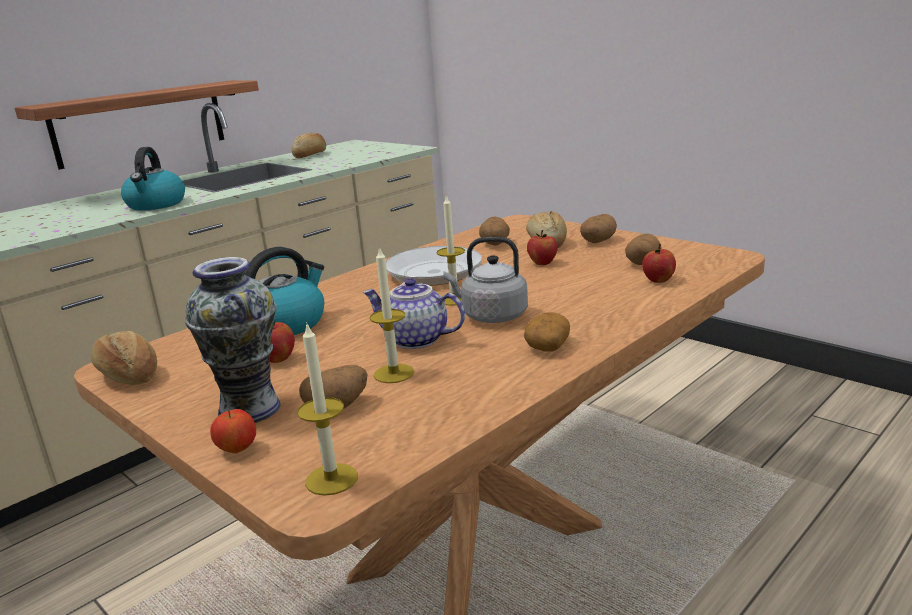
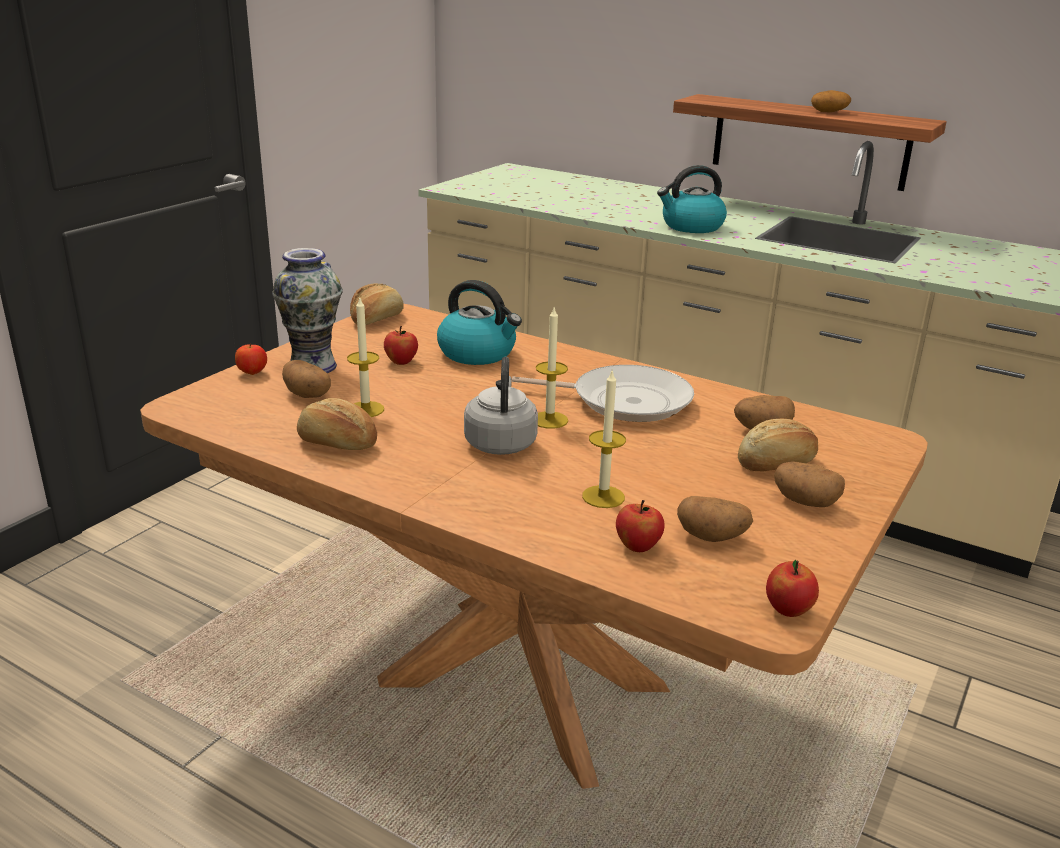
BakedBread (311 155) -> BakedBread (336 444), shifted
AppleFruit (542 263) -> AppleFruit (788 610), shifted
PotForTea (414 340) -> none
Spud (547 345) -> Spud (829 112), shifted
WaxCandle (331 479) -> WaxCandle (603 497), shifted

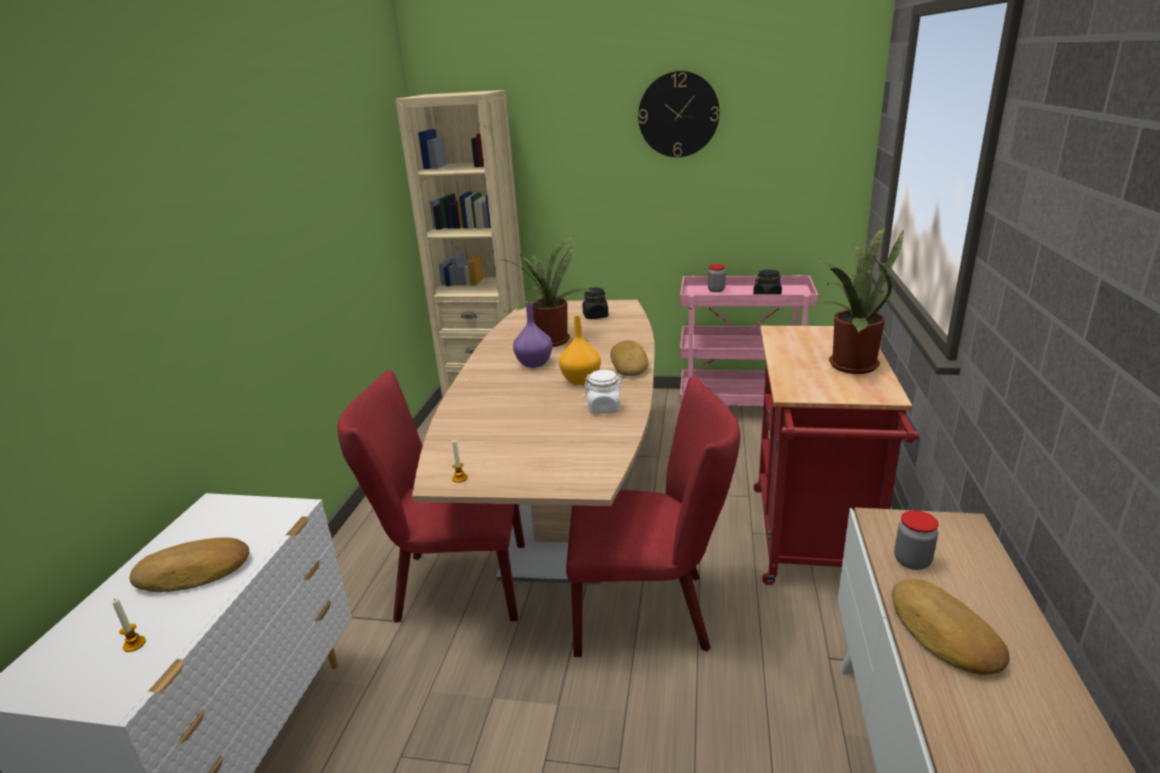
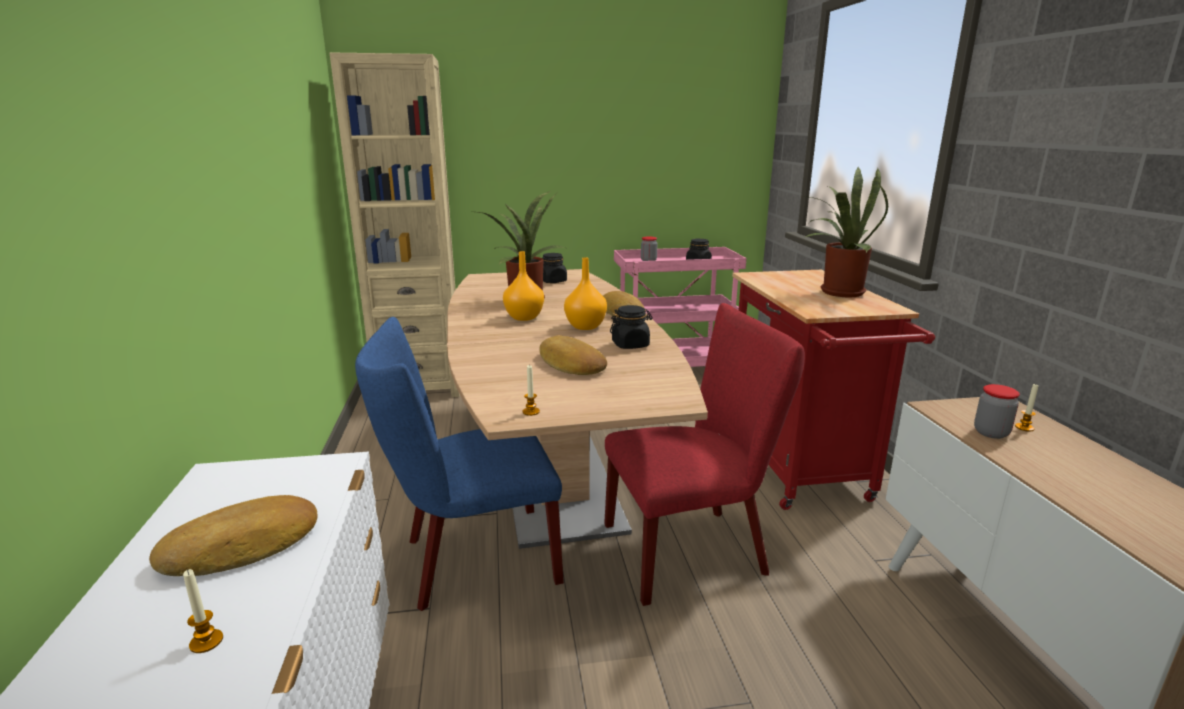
WallClock (678 114) -> none
PurpleFlowerVase (534 364) -> OrangeColouredFlowerVase (524 318)
RedColouredPlainChair (452 585) -> BluePlainChair (471 561)
WhiteColouredStorageJar (604 408) -> BlackishStorageJar (630 345)
BakedBread (942 634) -> BakedBread (570 364), shifted
none -> WaxCandle (1024 427)

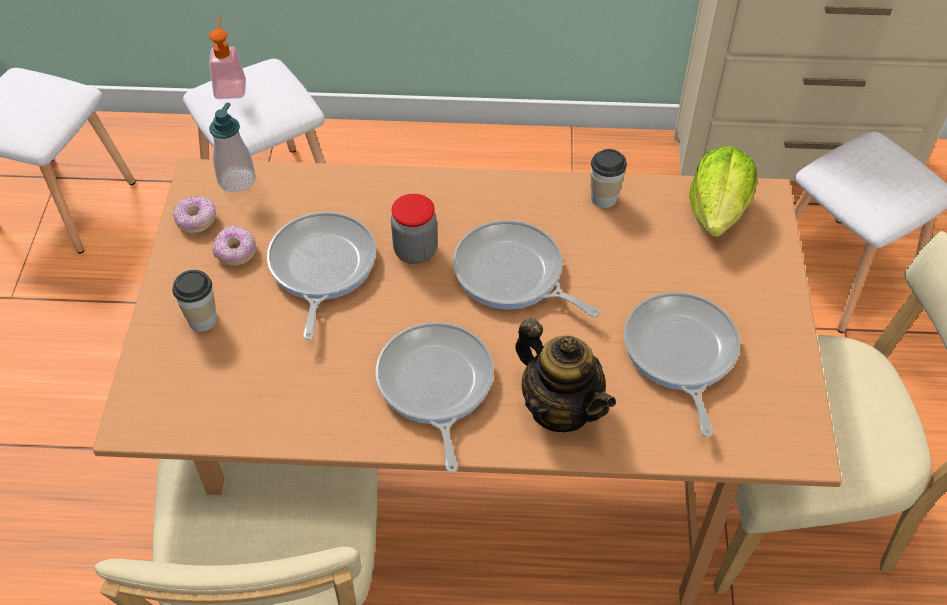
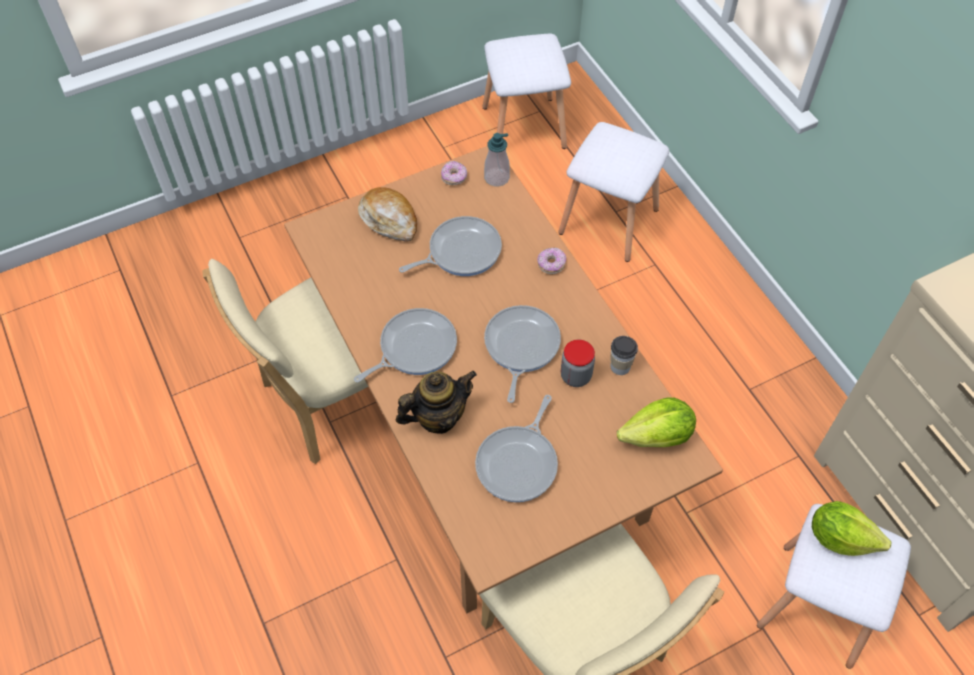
SoapDispenser (230 85) -> none
StorageJar (415 251) -> StorageJar (575 376), shifted
Doughnut (235 252) -> Doughnut (551 264), shifted
SmallCup (202 319) -> BakedBread (389 220)
FryingPan (680 353) -> FryingPan (519 463), 150 degrees clockwise
PotForTea (560 408) -> PotForTea (437 416), 135 degrees counterclockwise
none -> LettuceHead (840 537)

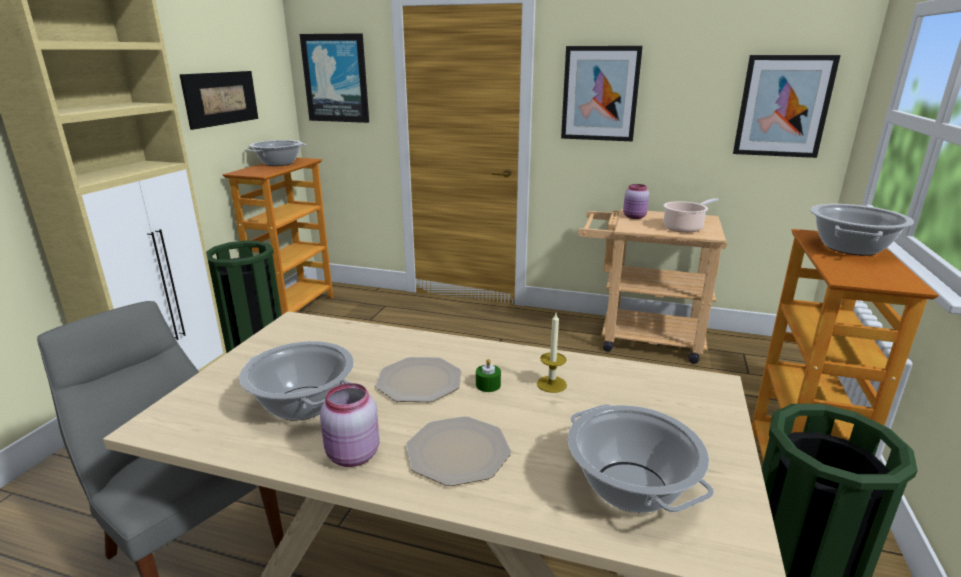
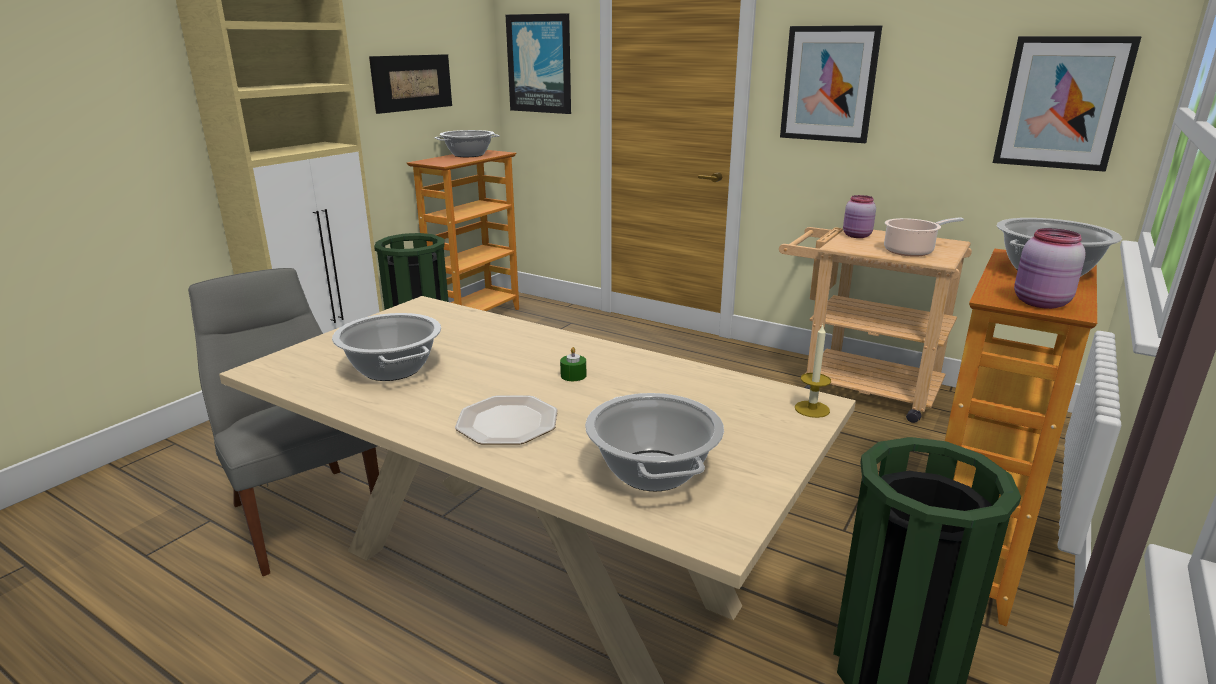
WaxCandle (551 384) -> WaxCandle (812 409), shifted
DinnerPlate (419 381) -> none
PinkStorageJar (352 456) -> PinkStorageJar (1040 303), shifted

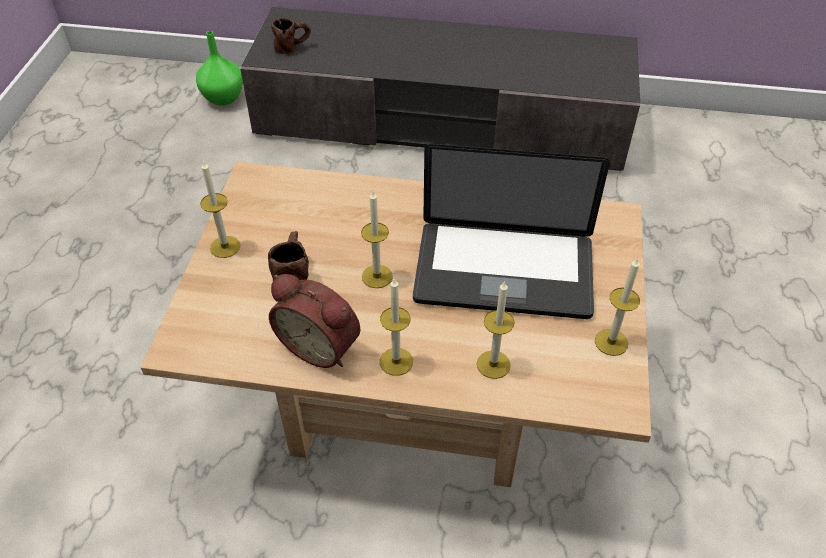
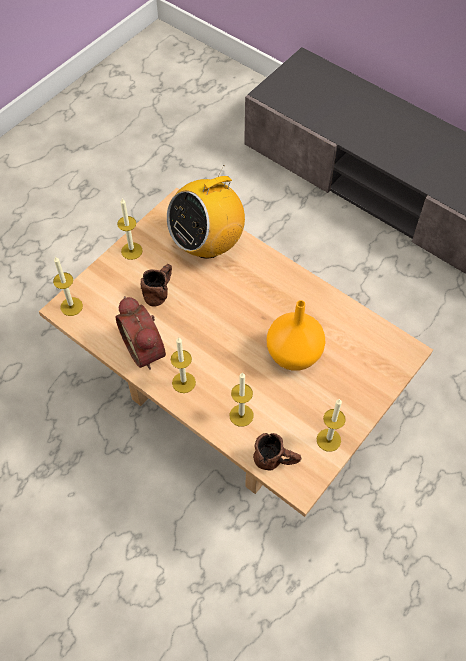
BrownCoffeeMug (293 47) -> BrownCoffeeMug (276 460), shifted
GreenColouredFlowerVase (224 97) -> none
PortableComputer (504 272) -> OrangeColouredFlowerVase (295 354)
WaxCandle (377 276) -> WaxCandle (71 306), shifted
none -> RadioReceiver (207 243)

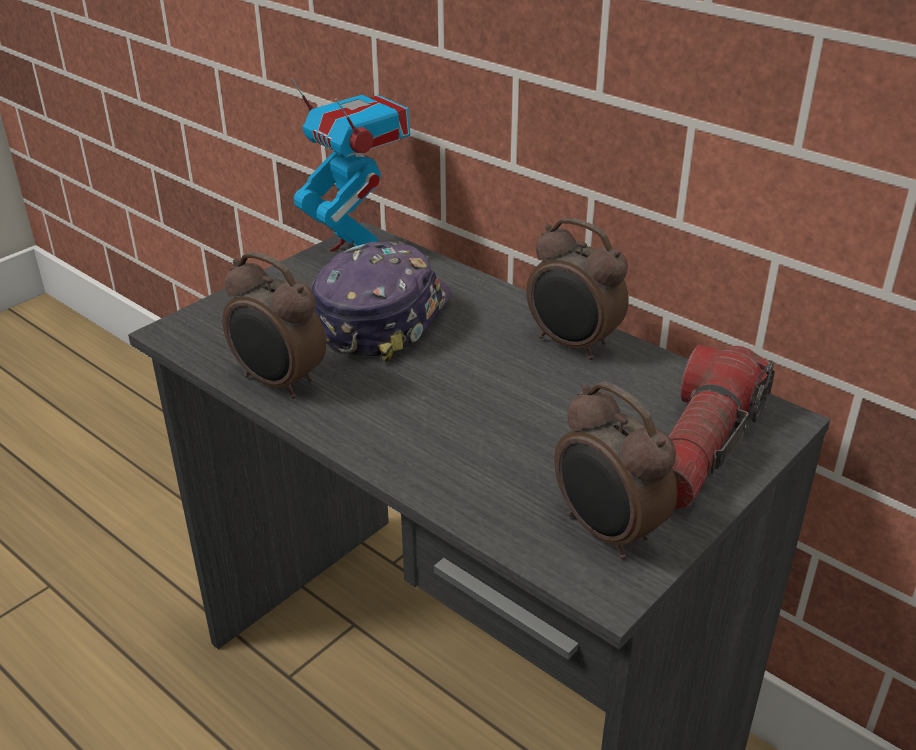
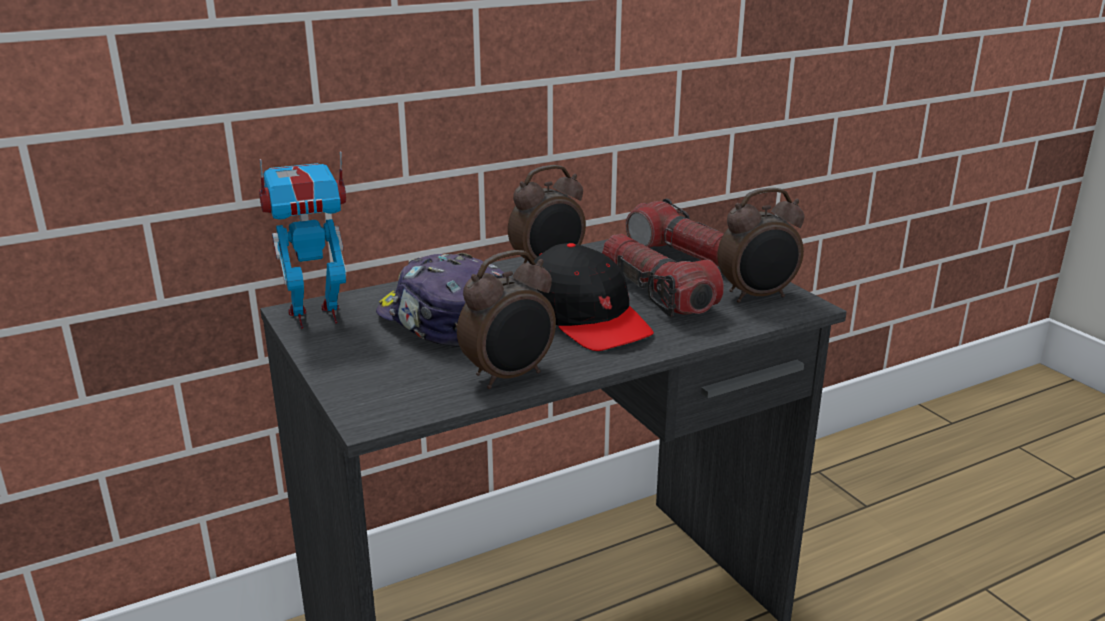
none -> Torch (655 293)
none -> BlackishPeakedCap (587 318)

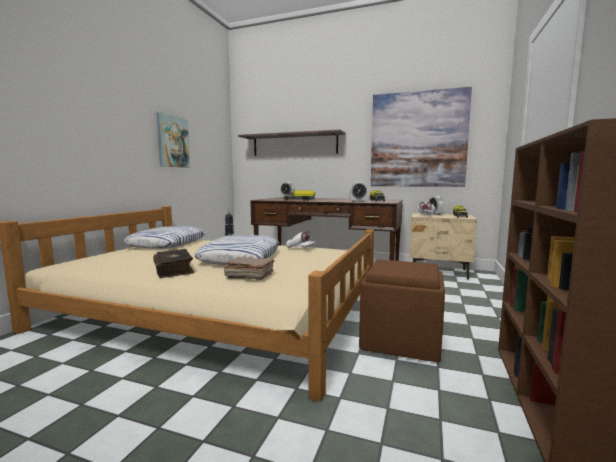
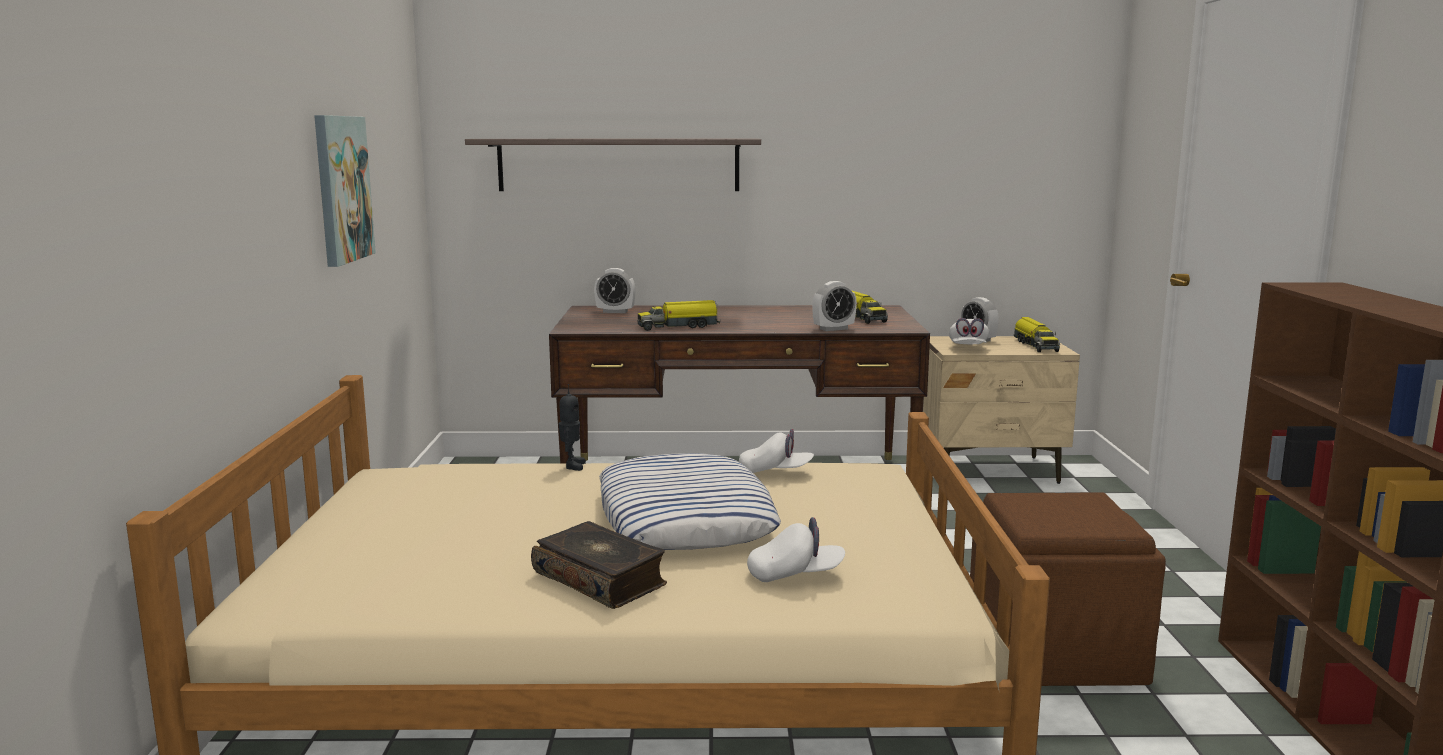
WallPicture (418 140) -> none
Cushion (168 243) -> none
BrownBook (249 276) -> WhiteColouredPeakedCap (795 575)

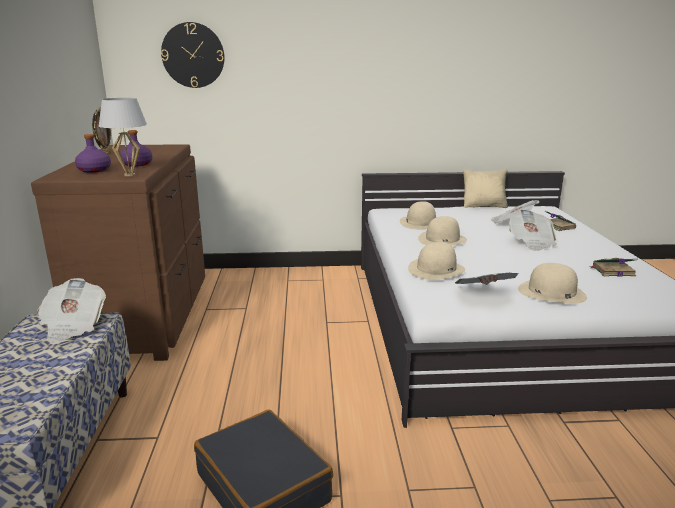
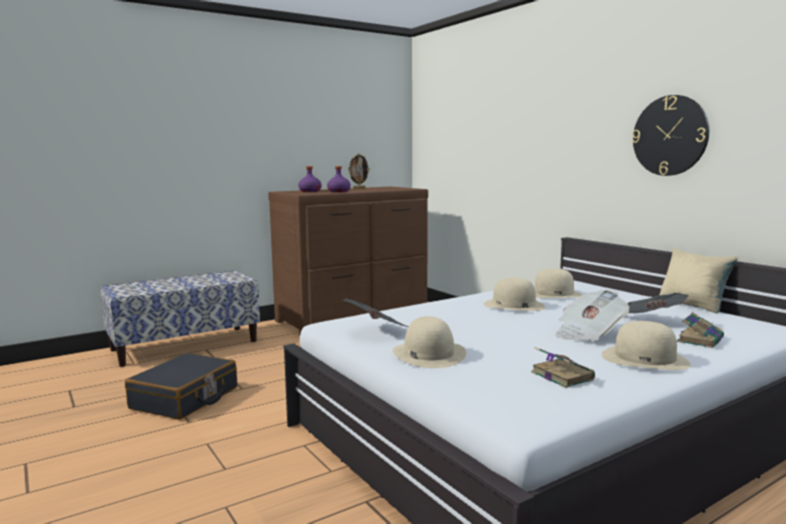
WallClock (193 55) -> WallClock (670 135), shifted
WhiteColouredLampForATable (129 175) -> none
BeigeColouredWearableHat (436 269) -> BeigeColouredWearableHat (645 359), shifted
PrintedPaper (73 325) -> none

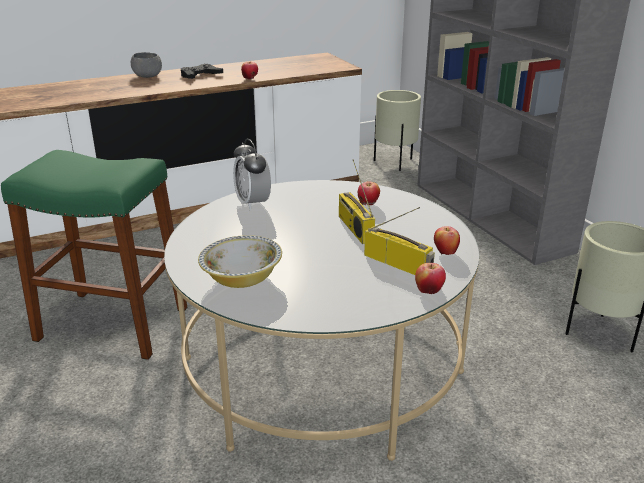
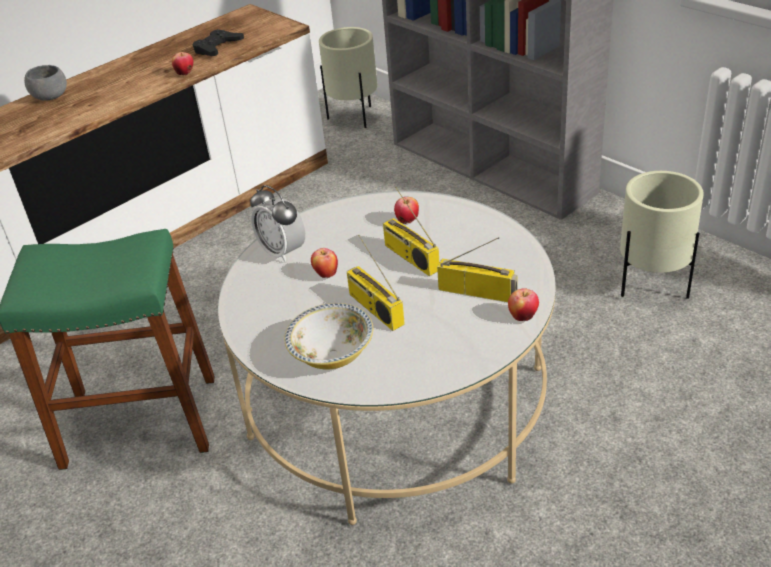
BlackishGameController (200 76) -> BlackishGameController (217 47), shifted
AppleFruit (445 252) -> AppleFruit (326 274), shifted
none -> RadioReceiver (374 308)

